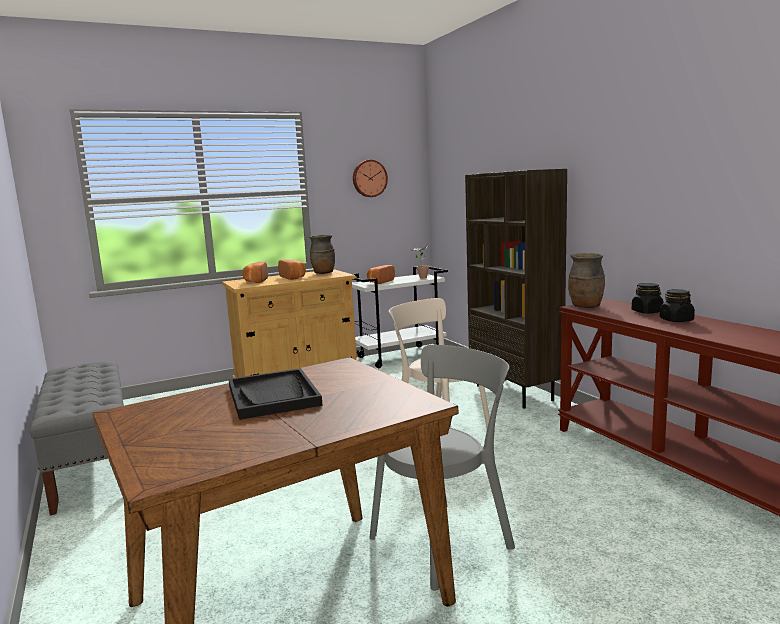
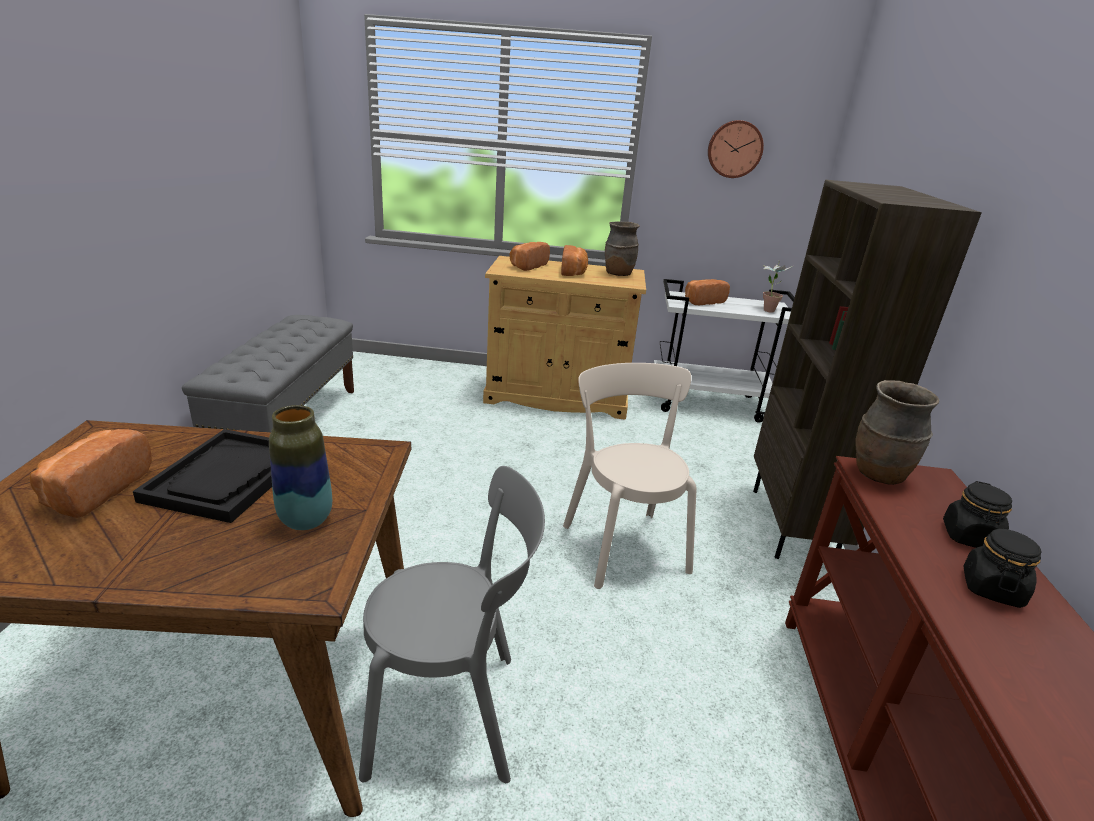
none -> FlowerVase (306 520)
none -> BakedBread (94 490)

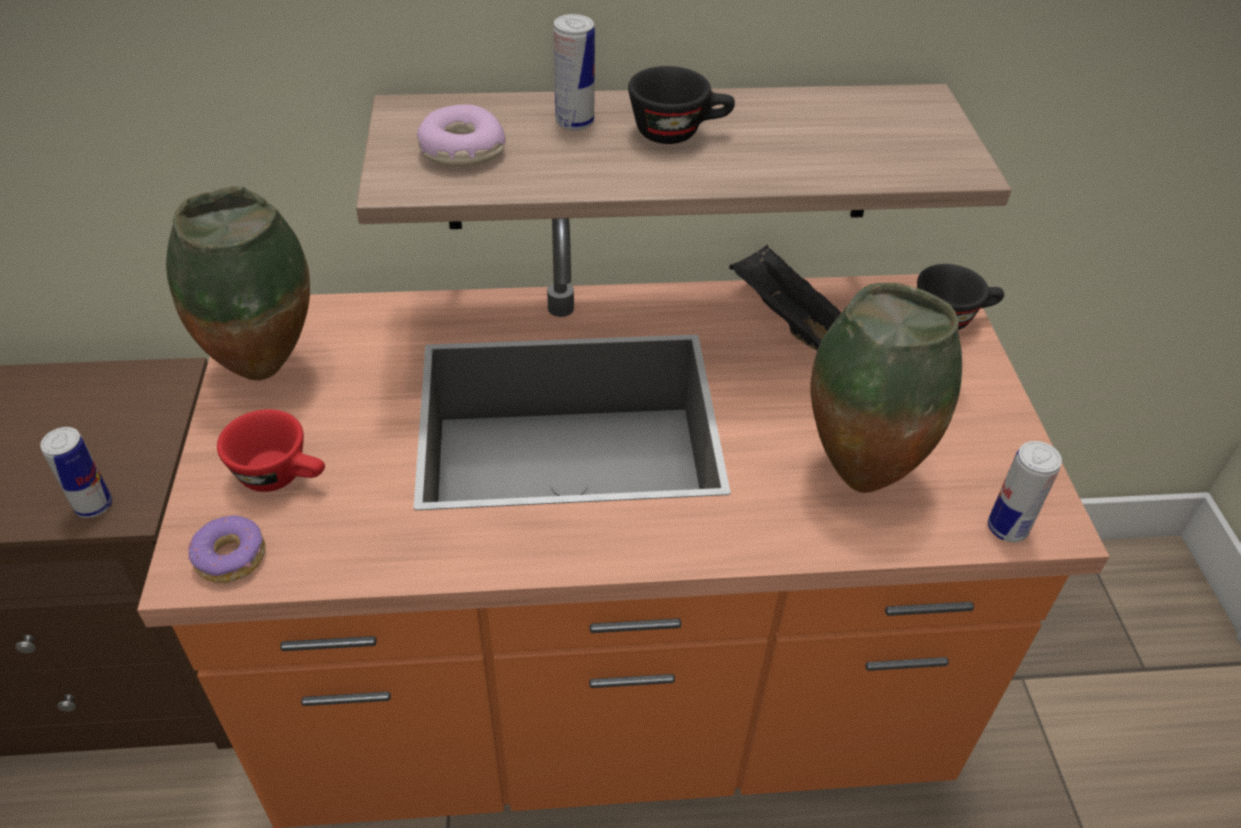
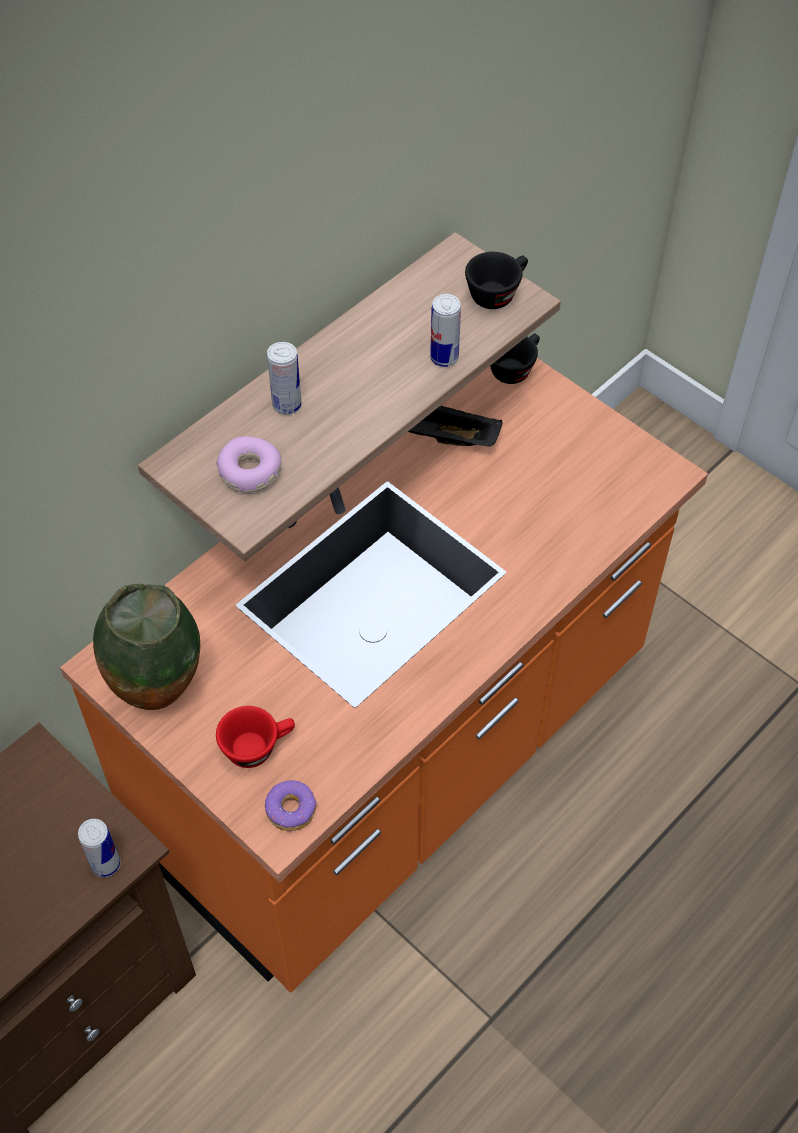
BlackishSmallCup (679 132) -> BlackishSmallCup (497 293), shifted
FlowerVase (856 474) -> none
SealedCan (1007 528) -> SealedCan (444 358), shifted

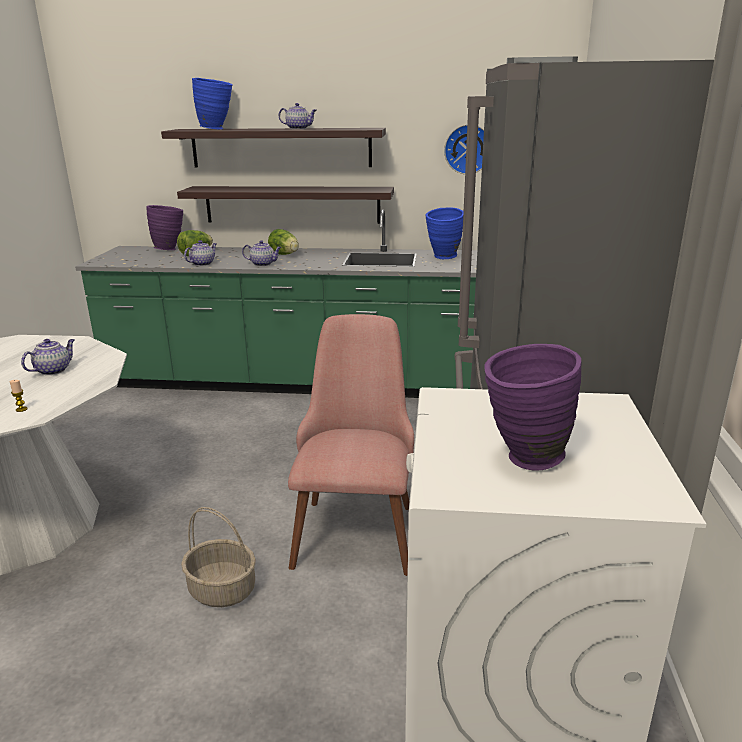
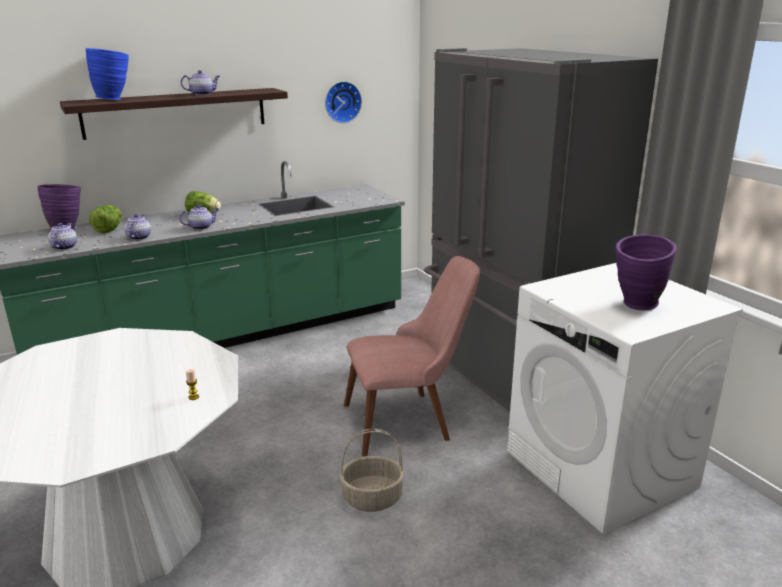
WallShelf (292 204) -> none
BlueFlowerVase (443 258) -> none
PinkPlainChair (357 524) -> PinkPlainChair (409 419), 105 degrees clockwise
PotForTea (53 370) -> PotForTea (64 247), shifted

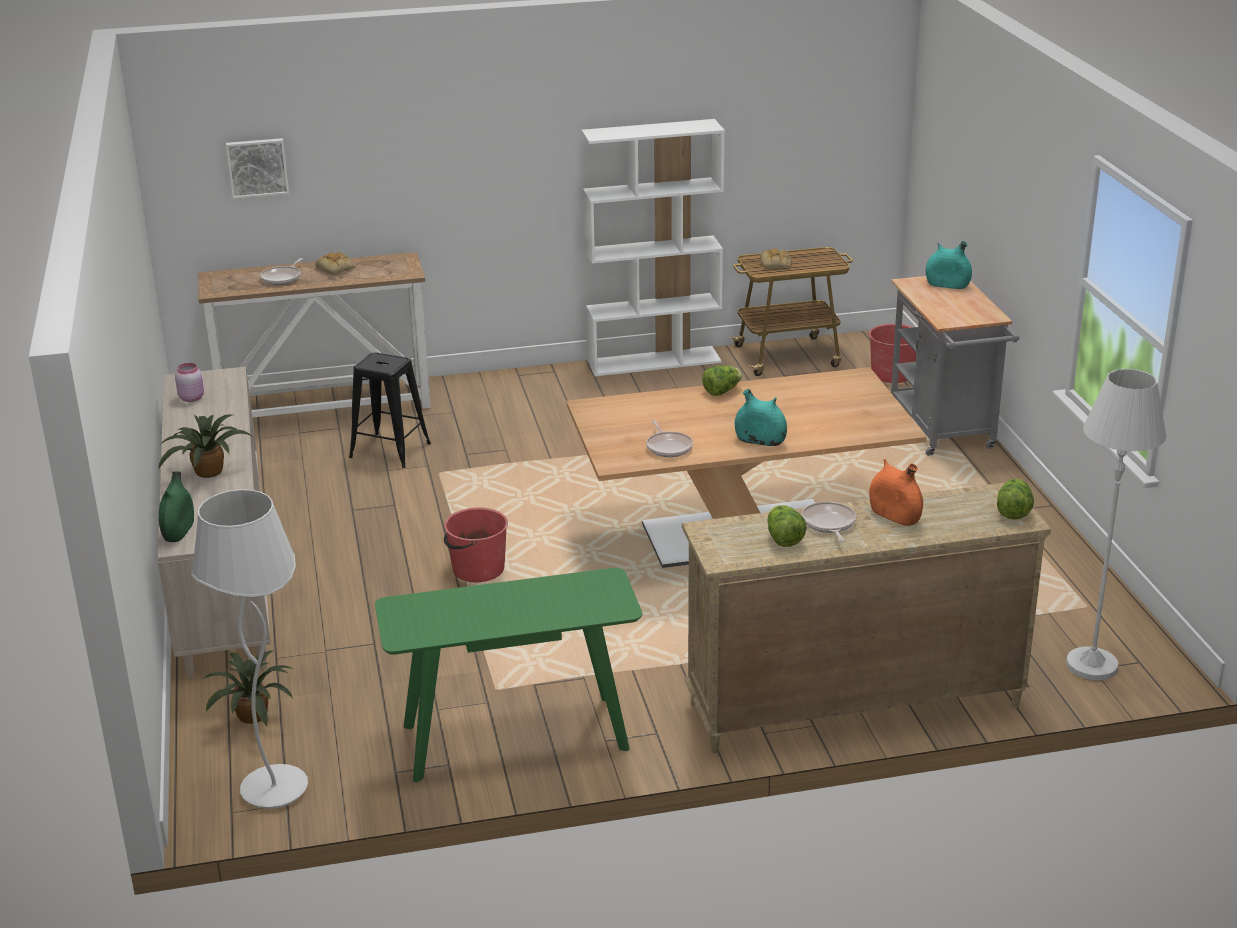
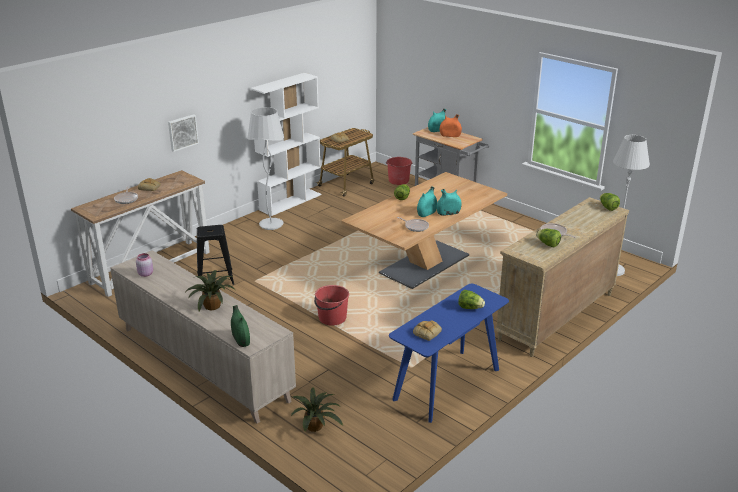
WallPicture (257 167) -> WallPicture (182 132), shifted
OrangeColouredFlowerVase (894 516) -> OrangeColouredFlowerVase (450 135), shifted
WhiteColouredStandardLamp (275 790) -> WhiteColouredStandardLamp (271 225), shifted
GreenColouredConsoleTable (515 738) -> BlueConsoleTable (447 384)
none -> BlueGreenFlowerVase (426 213)
none -> LettuceHead (470 308)
none -> BakedBread (427 332)

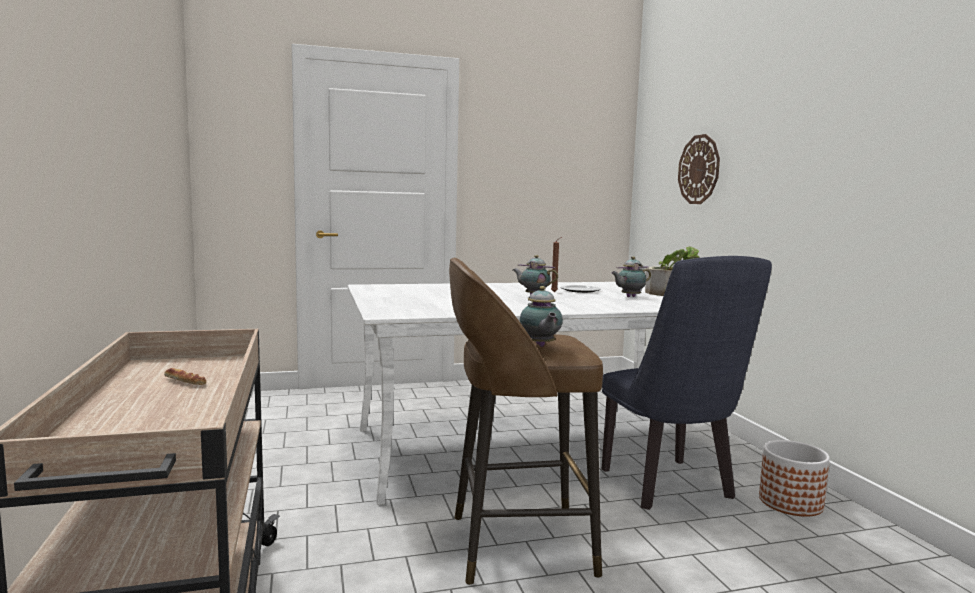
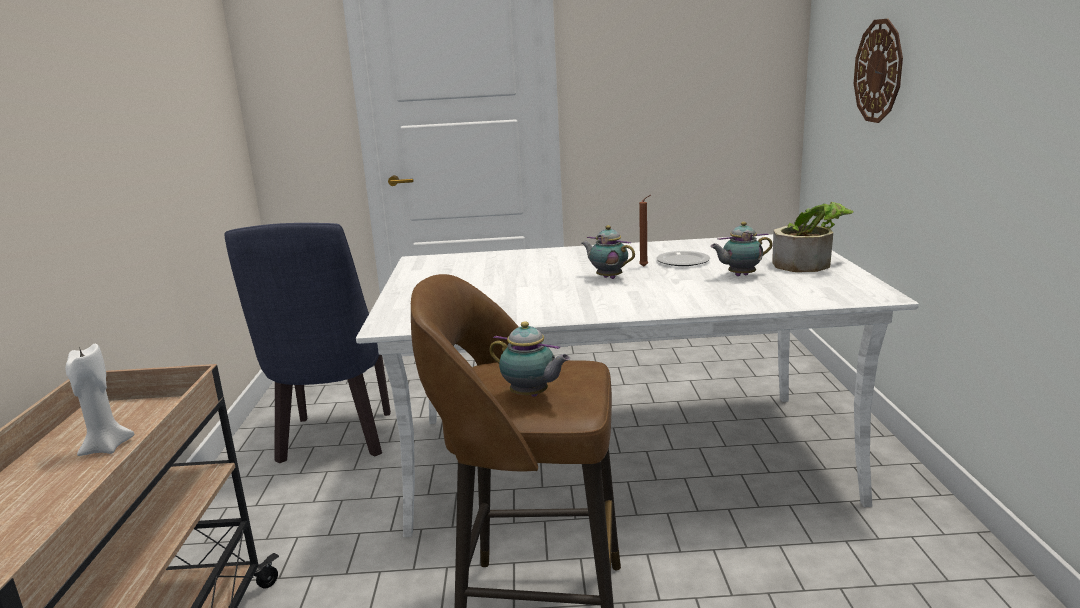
BluePlainChair (671 488) -> BluePlainChair (335 442), shifted
PotForTea (540 346) -> PotForTea (531 396), 60 degrees counterclockwise
BakedBread (185 382) -> WhiteColouredWaxCandle (106 448)
Planter (791 503) -> none

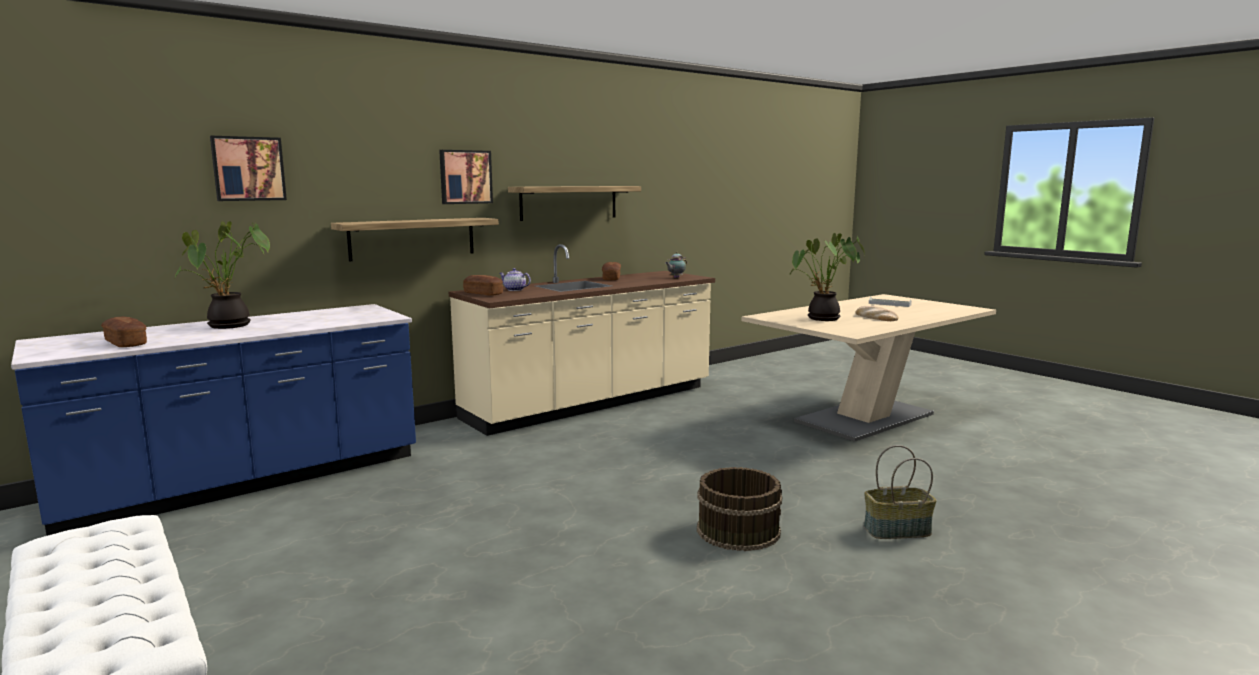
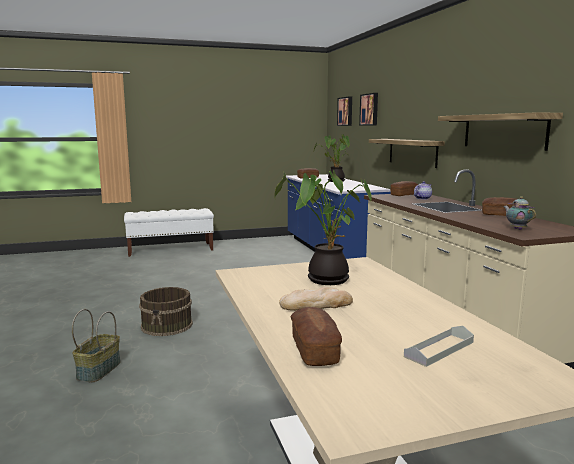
WallPicture (465 177) -> WallPicture (346 111), shifted
none -> BakedBread (314 350)

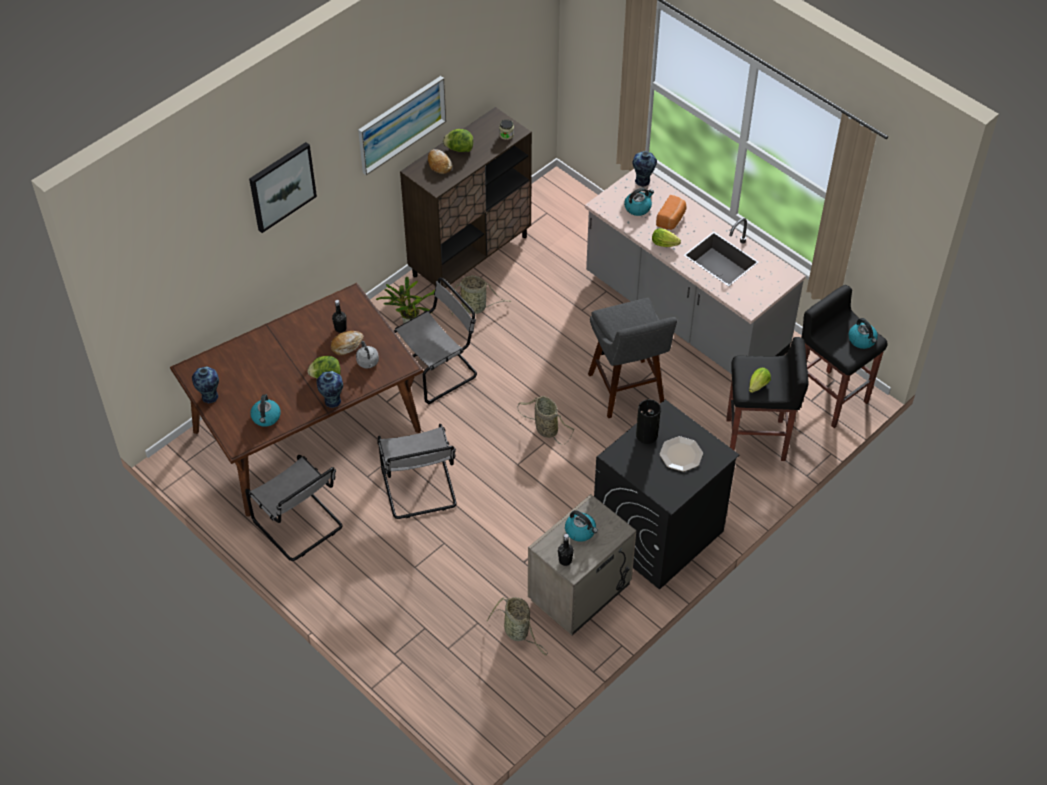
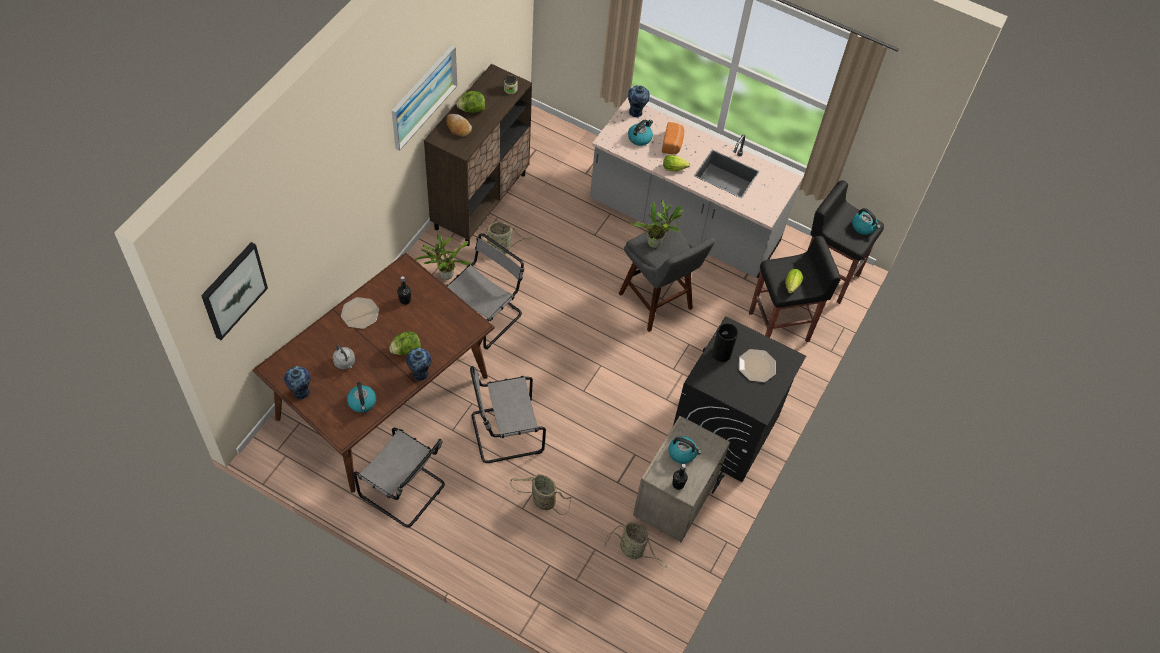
WallPicture (282 186) -> WallPicture (233 290), shifted
BakedBread (347 345) -> none
GreyTeaKettle (368 363) -> GreyTeaKettle (345 363), shifted
HouseholdBasket (545 428) -> HouseholdBasket (542 500), shifted
GreyPlainChair (419 490) -> GreyPlainChair (504 433), 105 degrees clockwise
none -> Houseplant (656 243)
none -> DinnerPlate (360 314)

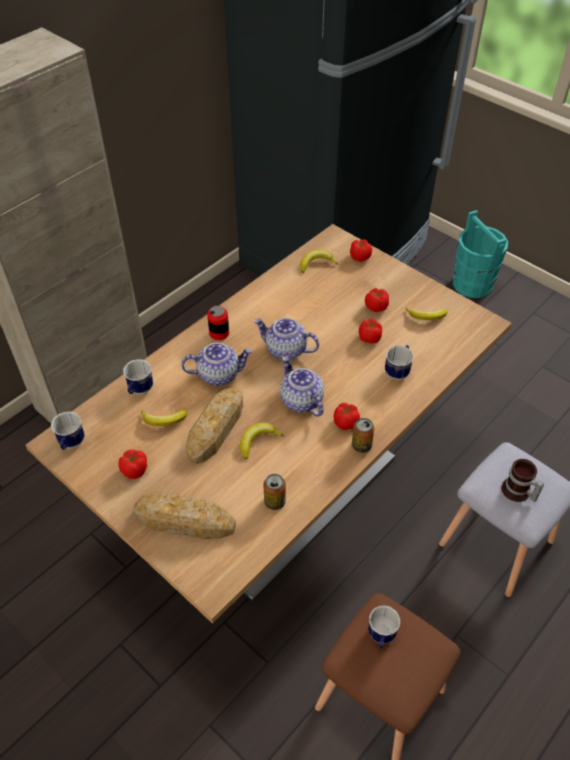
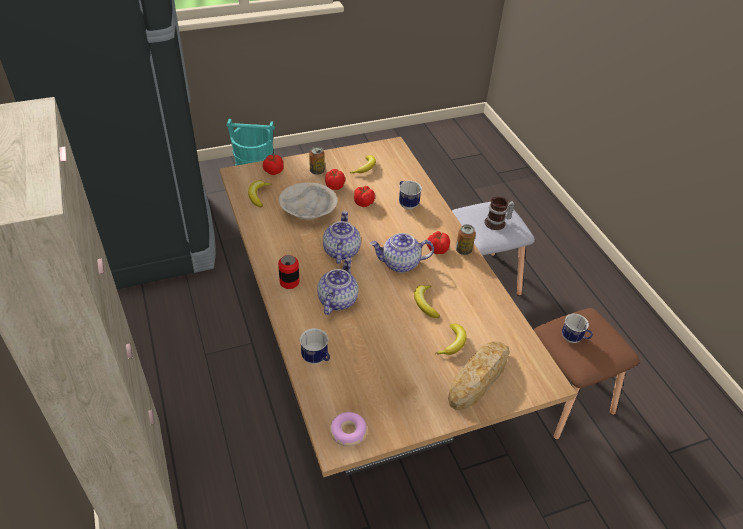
PotForTea (285 350) -> PotForTea (341 251), 135 degrees clockwise
BakedBread (216 428) -> none
Banana (164 420) -> Banana (452 343), shifted
CoffeeMug (71 444) -> Doughnut (348 432)
WholeTomato (135 470) -> none
SealedCan (274 501) -> SealedCan (317 171), shifted
none -> BeigeColouredDeepDish (308 212)

